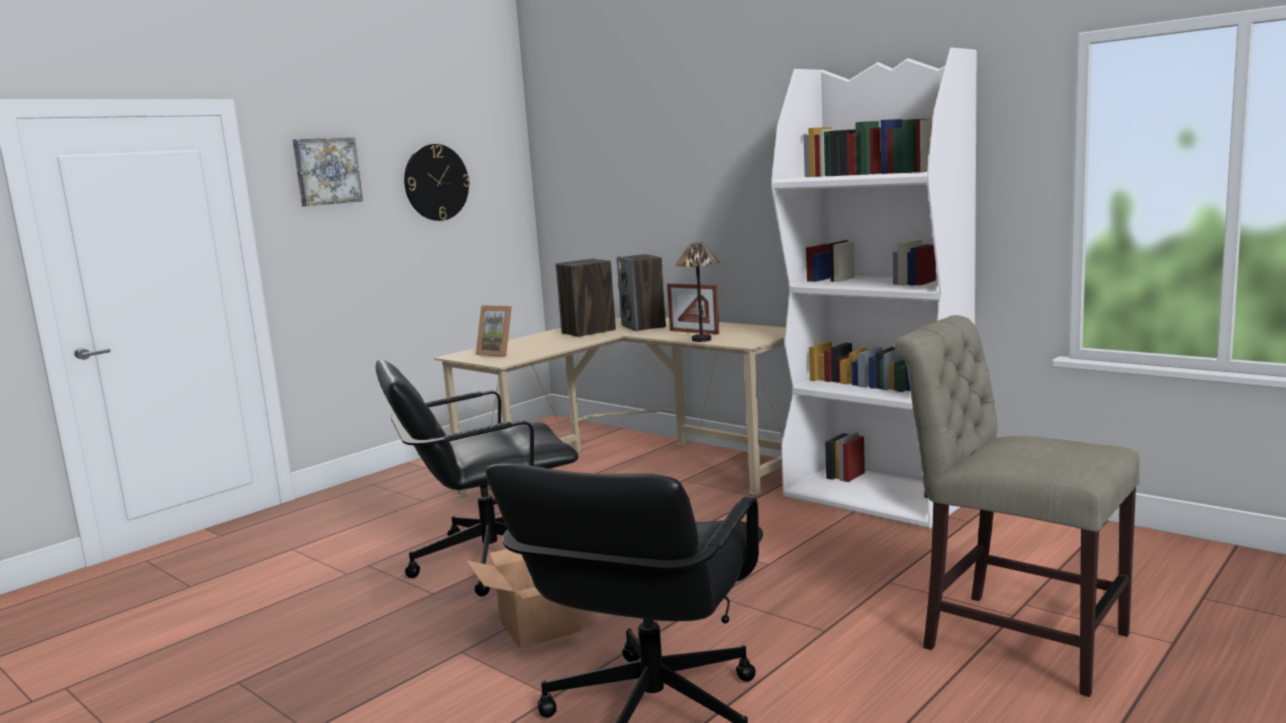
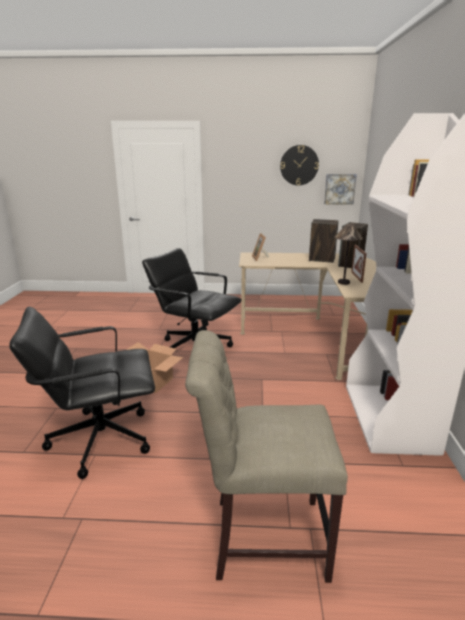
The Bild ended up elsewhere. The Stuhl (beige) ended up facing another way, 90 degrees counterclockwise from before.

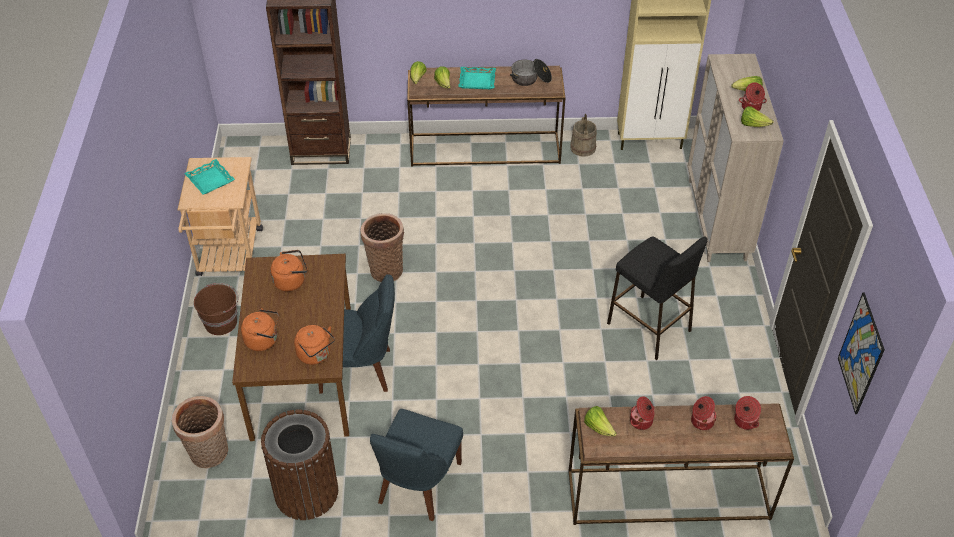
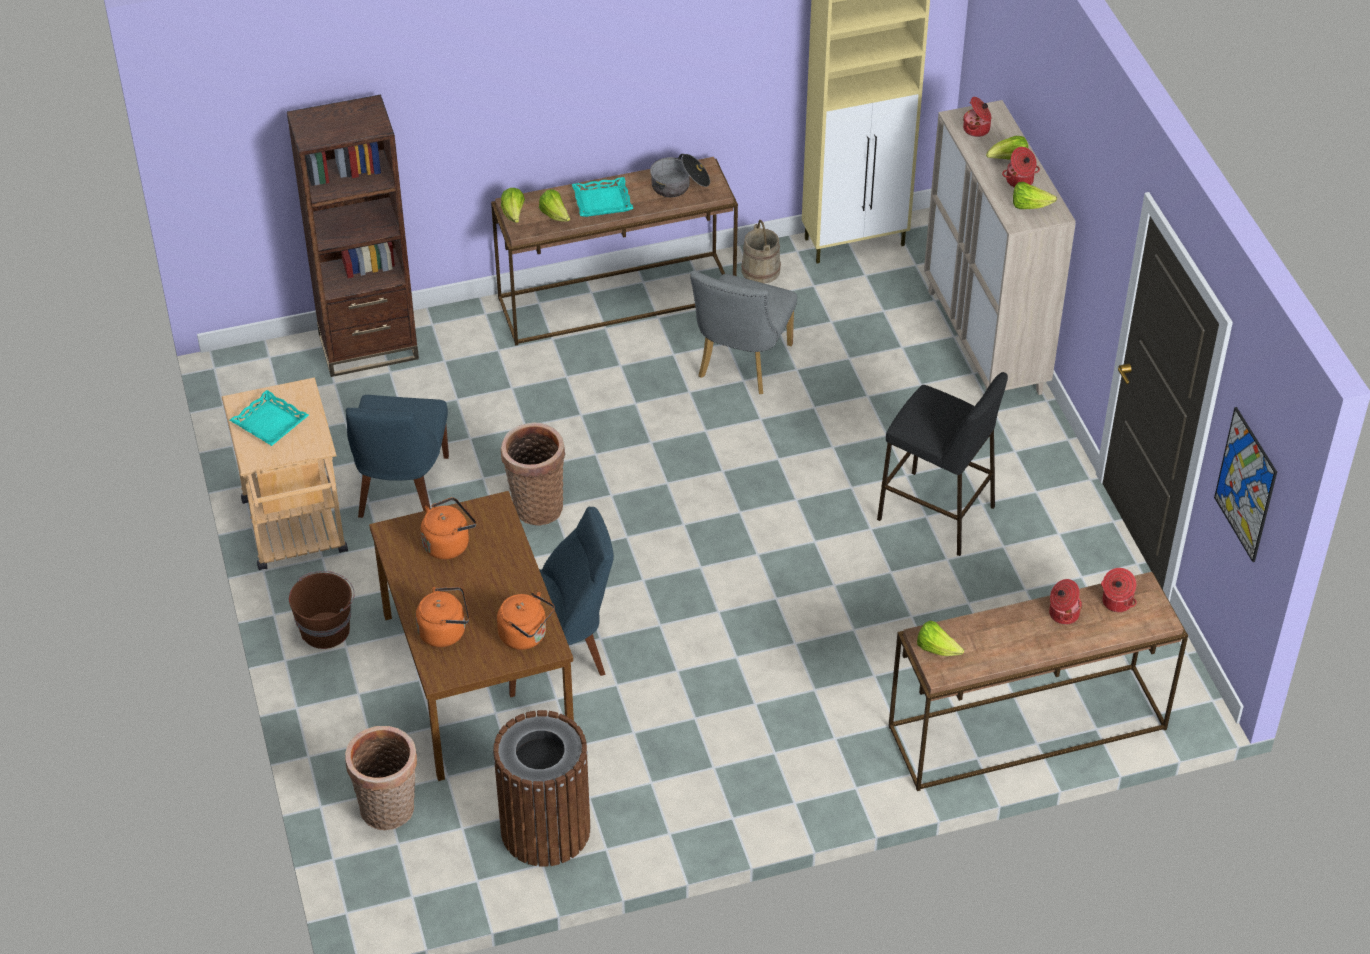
The second view gained the Stuhl (grau). The Stuhl (blau) (no. 2 from left in the first image) ended up elsewhere. The Kochtopf (no. 2 from left) ended up elsewhere.

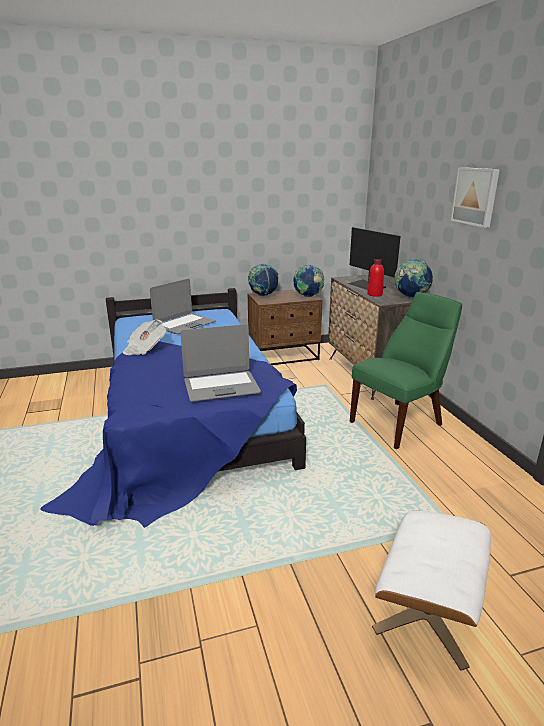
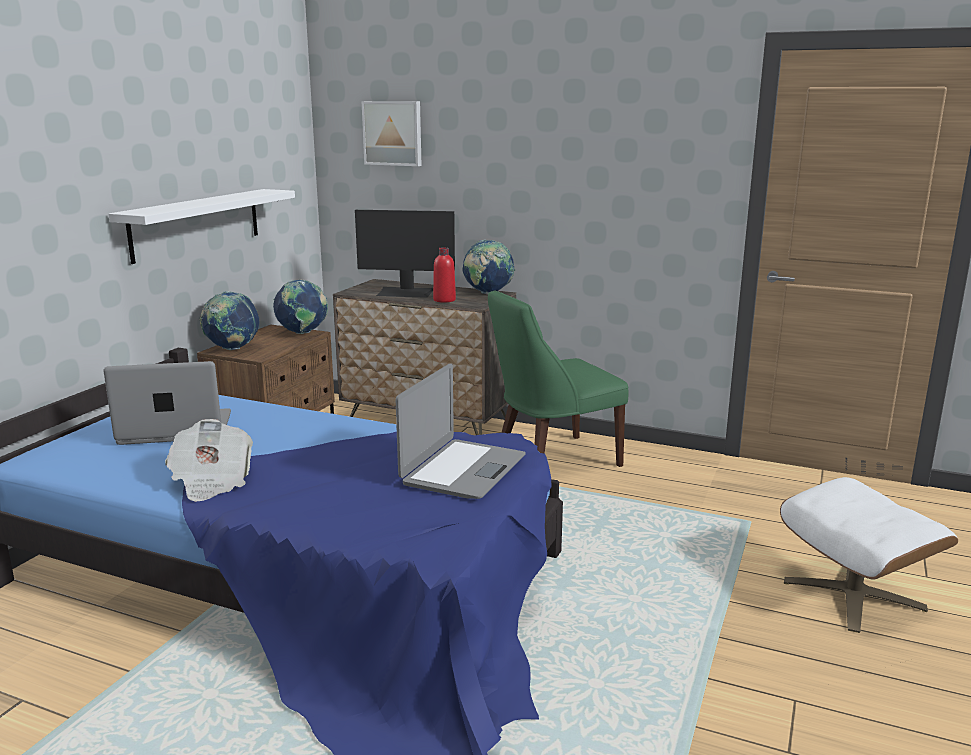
The second view gained the Wandregal (weiß). The Bild ended up elsewhere. The Laptop (no. 1 from left) ended up facing another way, 90 degrees counterclockwise from before. The Stuhl (grün) ended up facing another way, 120 degrees counterclockwise from before.

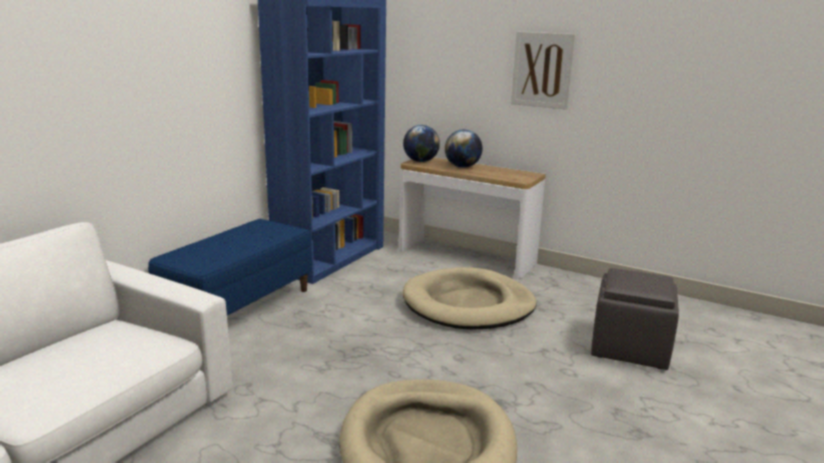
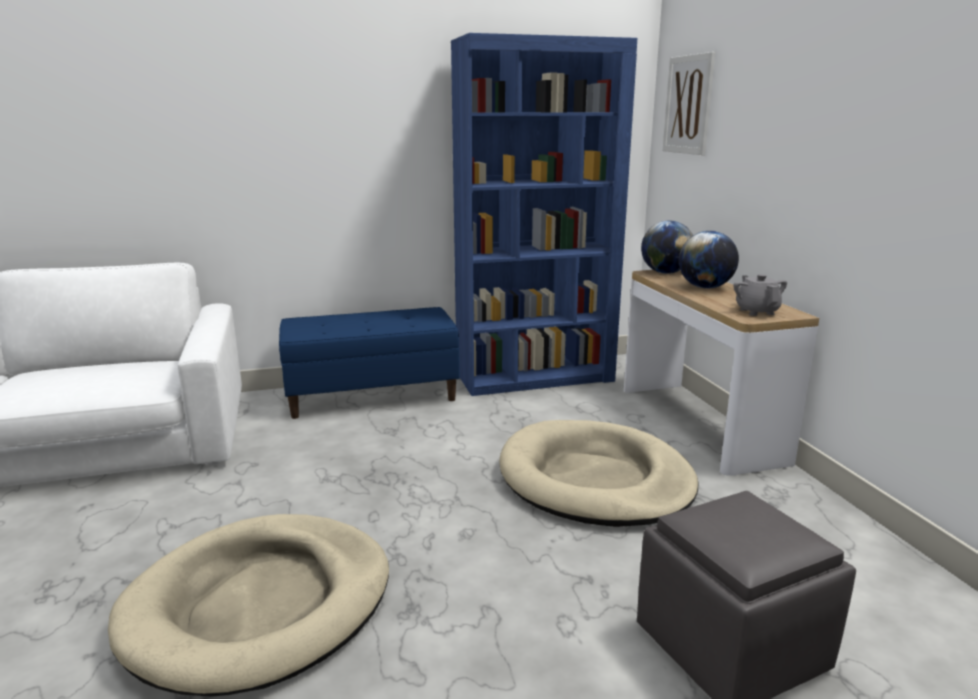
The second view gained the Teekanne (grau). The Bild ended up elsewhere.

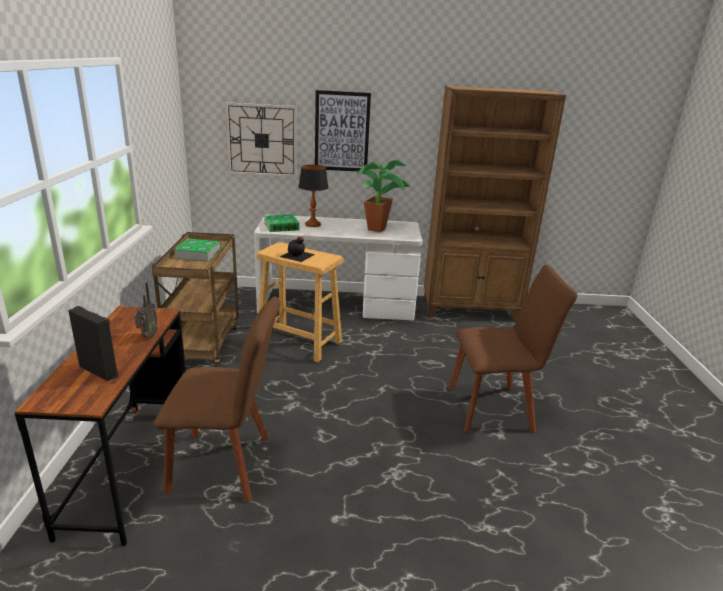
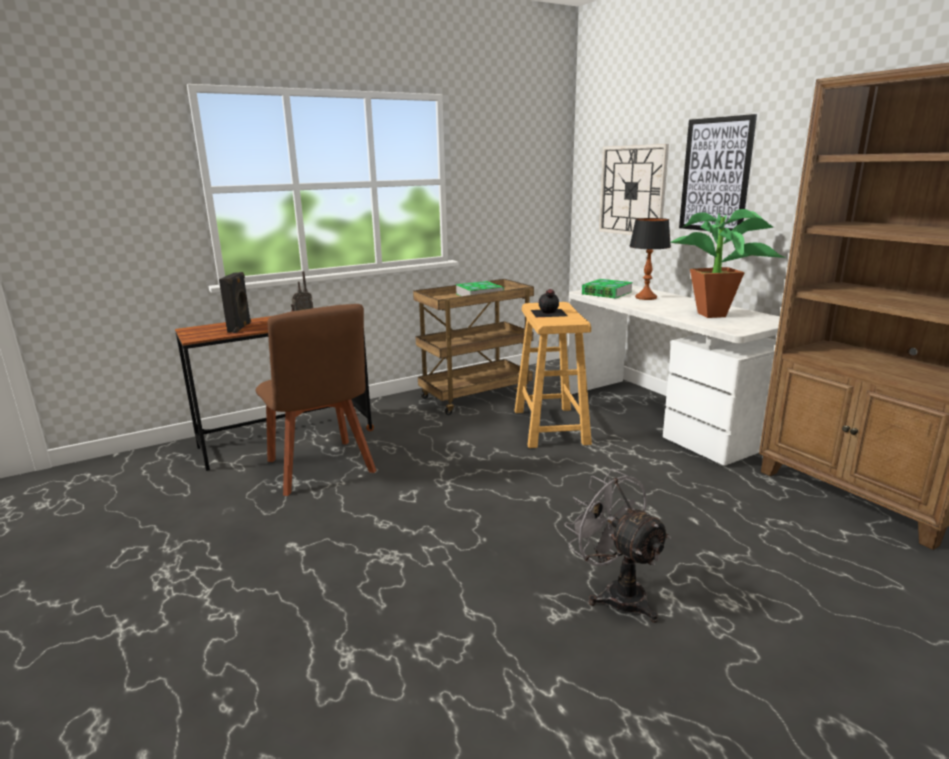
Where the Stuhl (braun) (no. 2 from left) stood, the Ventilator (grau) came to stand.

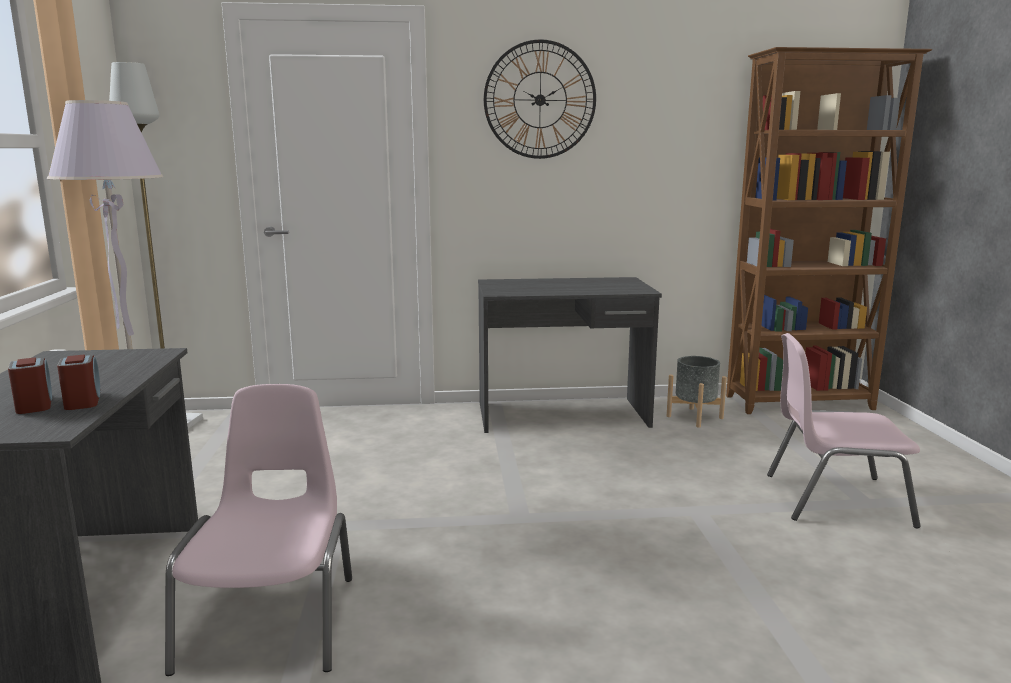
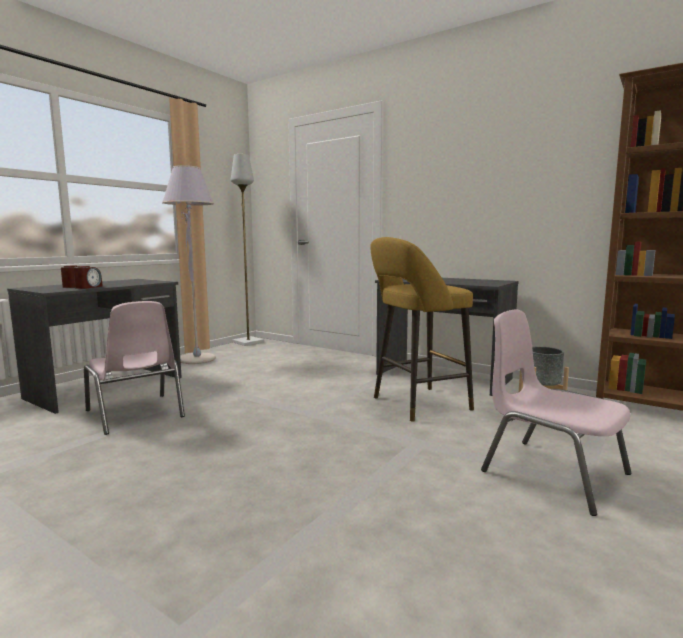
The second view lost the Wanduhr. The second view gained the Hocker (gelb). The Stuhl (rosa) (no. 1 from left) ended up facing another way, 105 degrees clockwise from before.

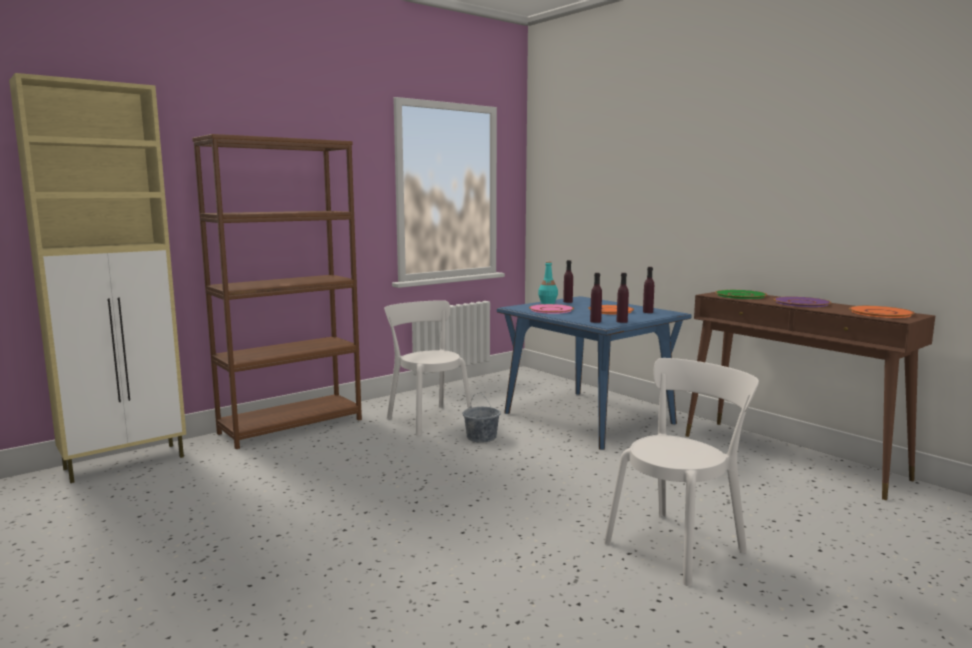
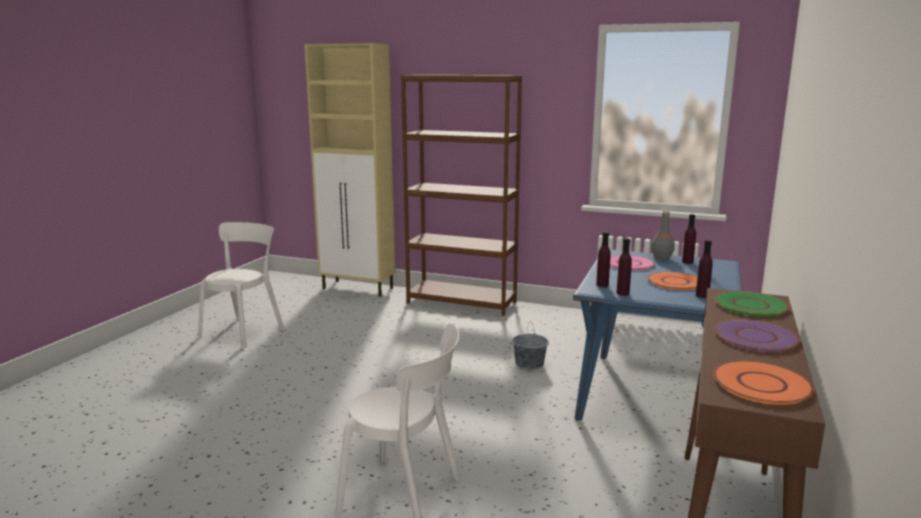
The Stuhl (weiß) (no. 1 from left) ended up elsewhere. What was the Flasche (türkis) turned into the Flasche (grau).

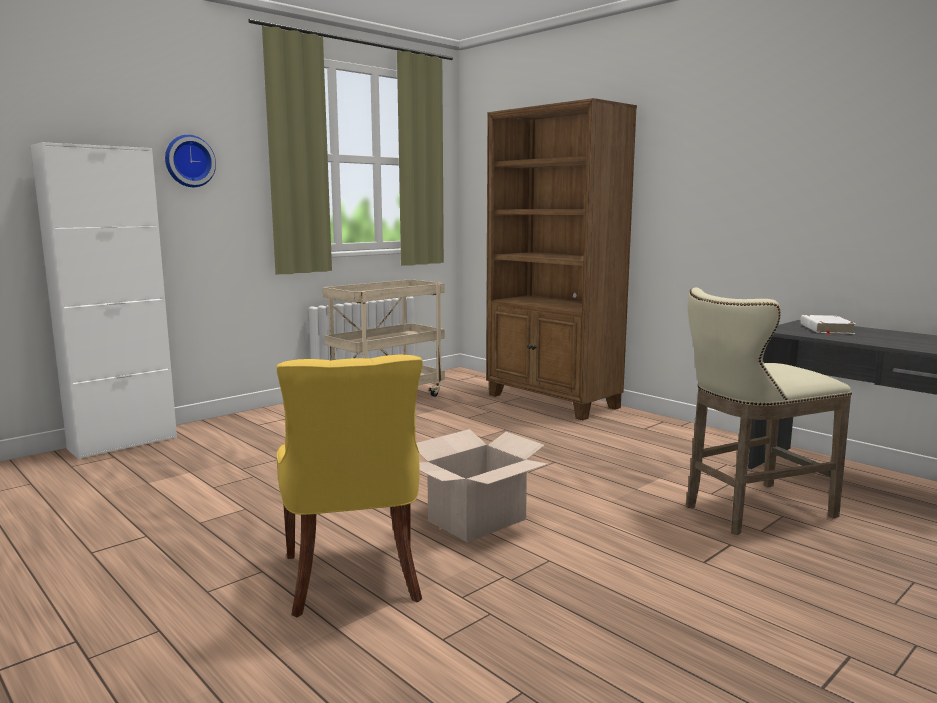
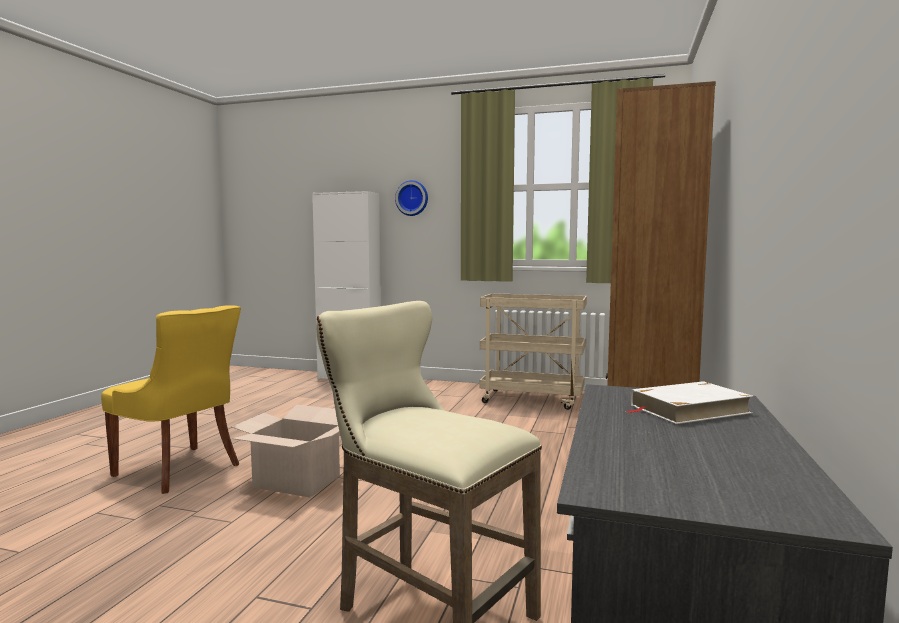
The Stuhl (gelb) ended up facing another way, 105 degrees counterclockwise from before.

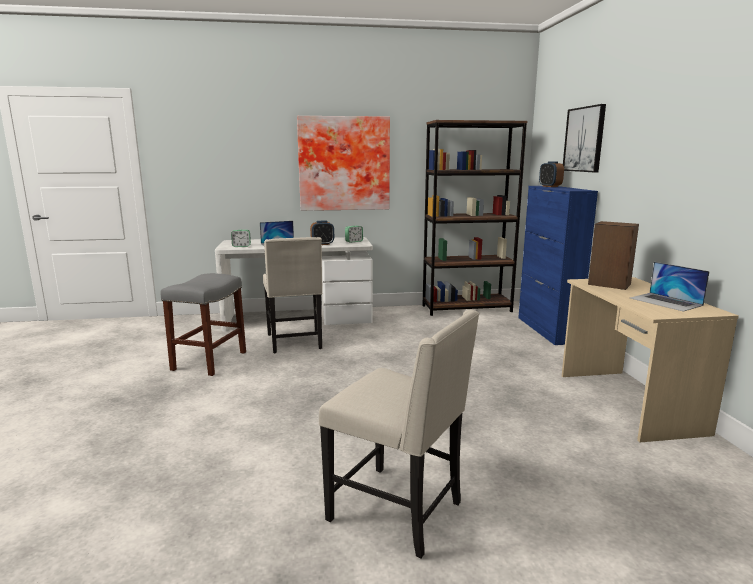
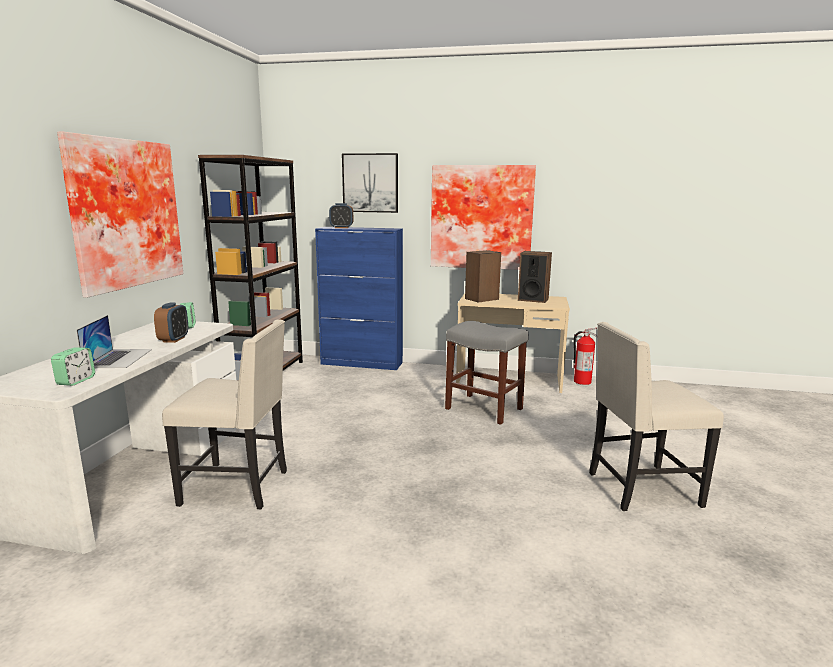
The second view gained the Bild (no. 3 from left). The second view gained the Feuerlöscher. The Hocker (grau) ended up elsewhere. Where the Laptop (no. 2 from left) stood, the Lautsprecher (no. 2 from left) came to stand. The Stuhl (beige) (no. 2 from left) ended up facing another way, 150 degrees counterclockwise from before.

